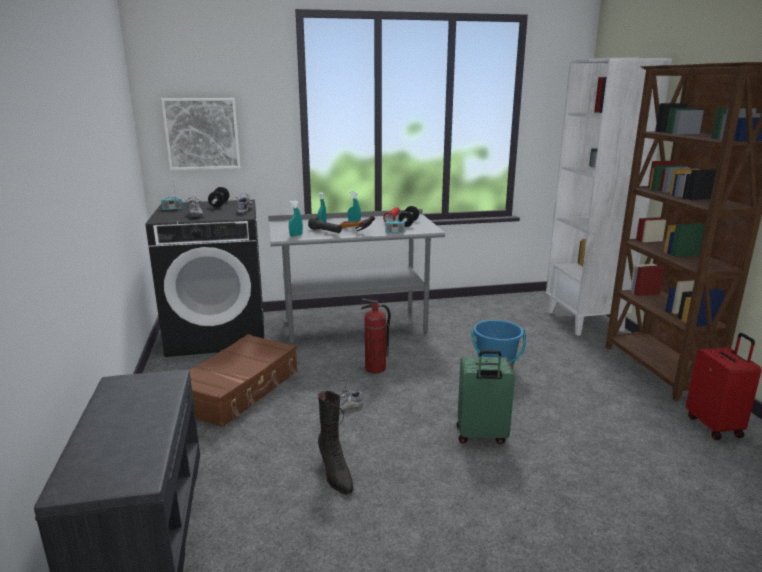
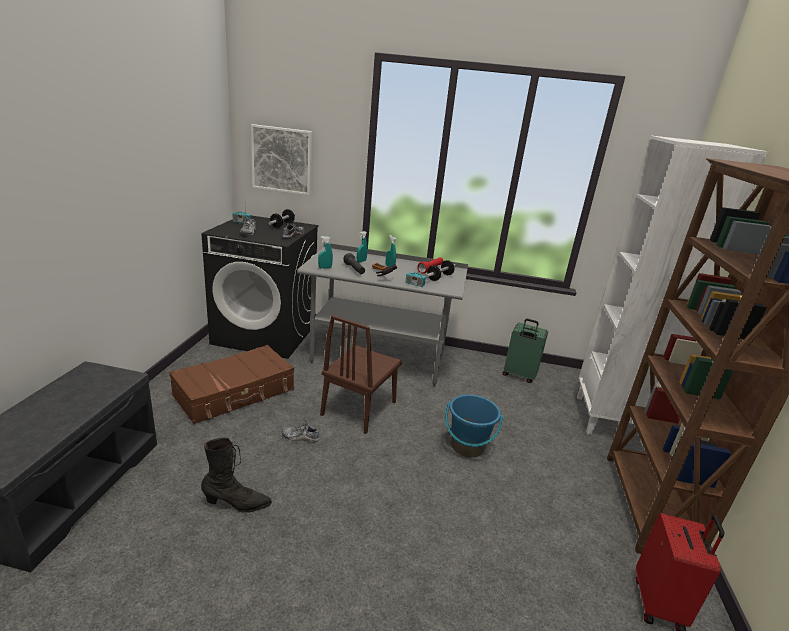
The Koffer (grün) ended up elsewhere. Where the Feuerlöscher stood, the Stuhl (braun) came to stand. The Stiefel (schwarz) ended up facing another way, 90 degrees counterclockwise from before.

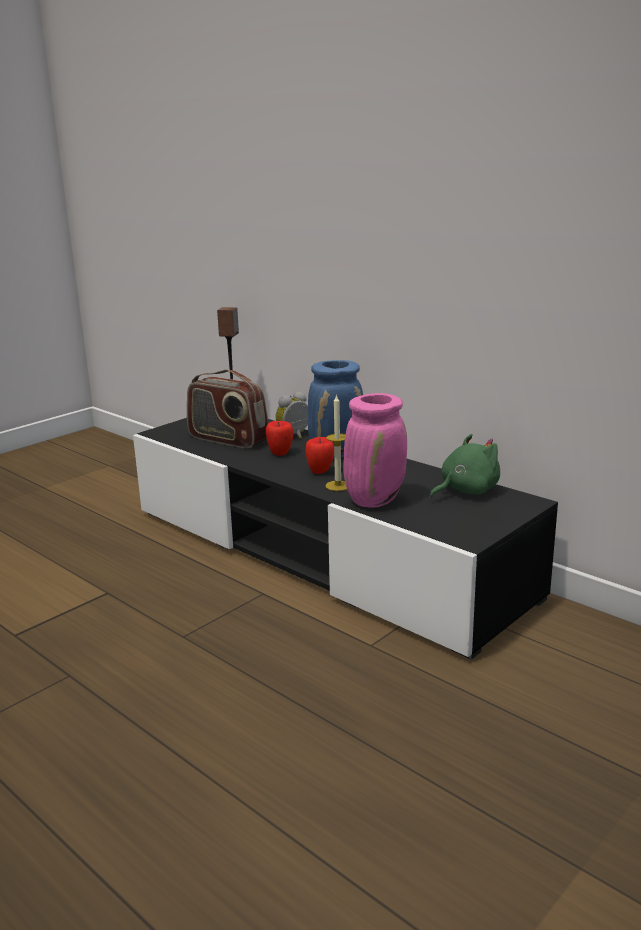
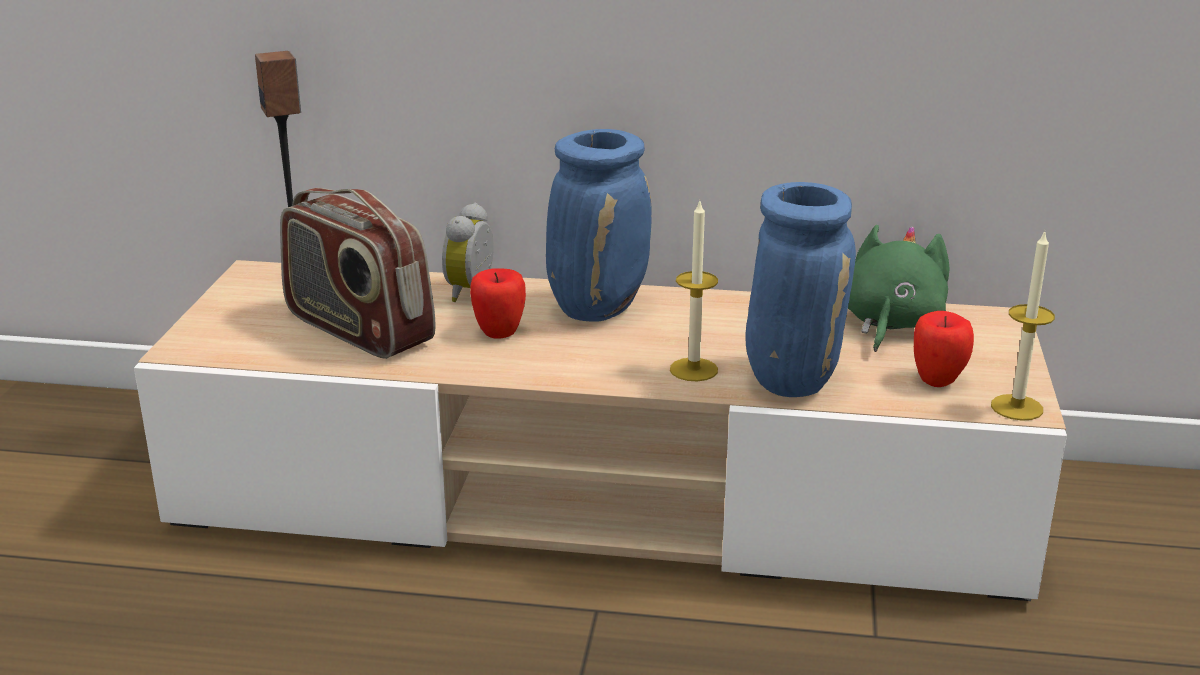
The second view gained the Kerze (no. 2 from left). The Apfel (no. 2 from left) ended up elsewhere. What was the Fernsehschrank (schwarz) turned into the Fernsehschrank (beige). What was the Vase (rosa) turned into the Vase (blau) (no. 2 from left). The Radio ended up facing another way, 45 degrees clockwise from before.

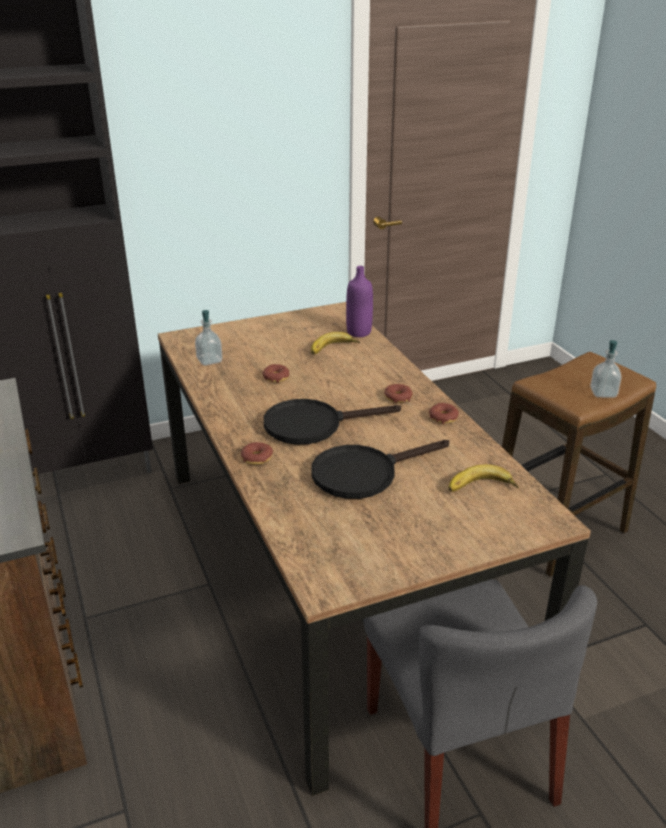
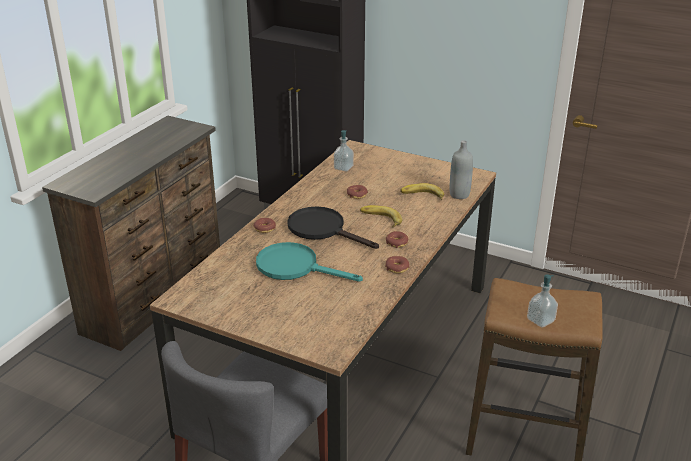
The Banane (no. 2 from left in the first image) ended up elsewhere. What was the Pfanne (schwarz) (no. 2 from left) turned into the Pfanne (türkis). What was the Flasche (lila) turned into the Flasche (grau).

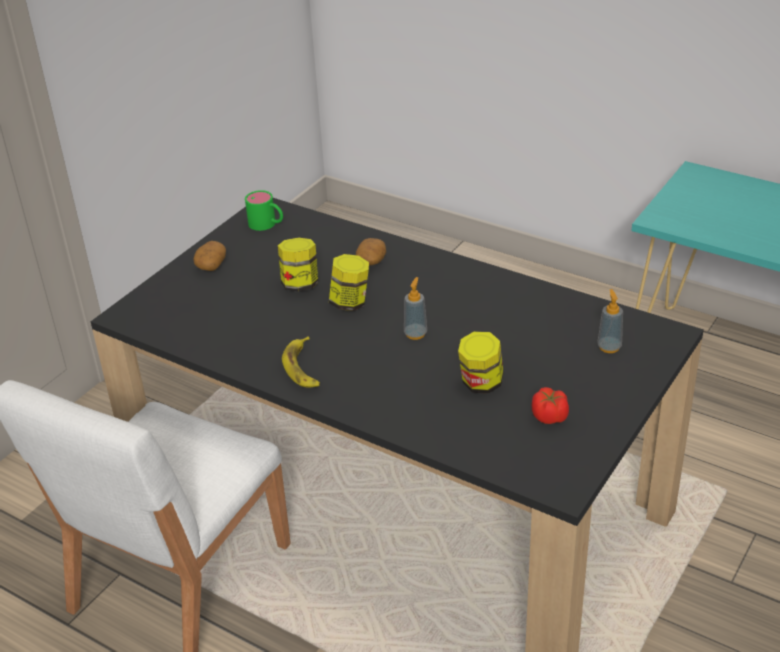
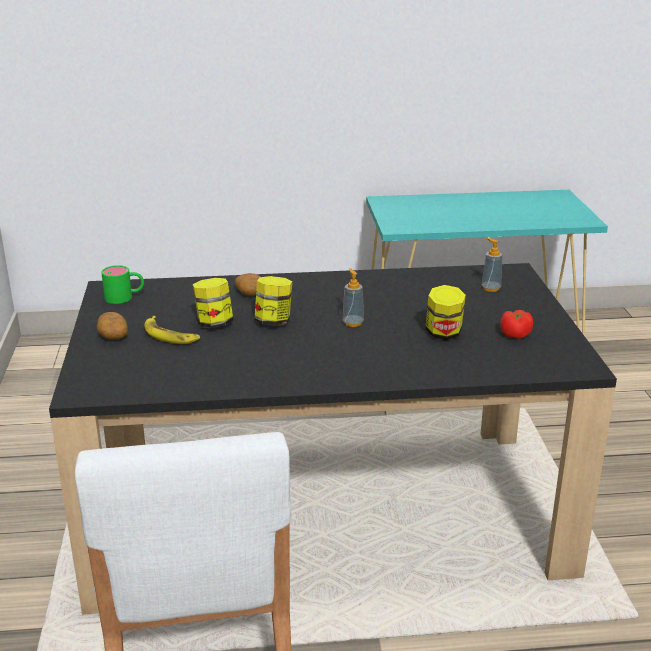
The Banane ended up elsewhere.

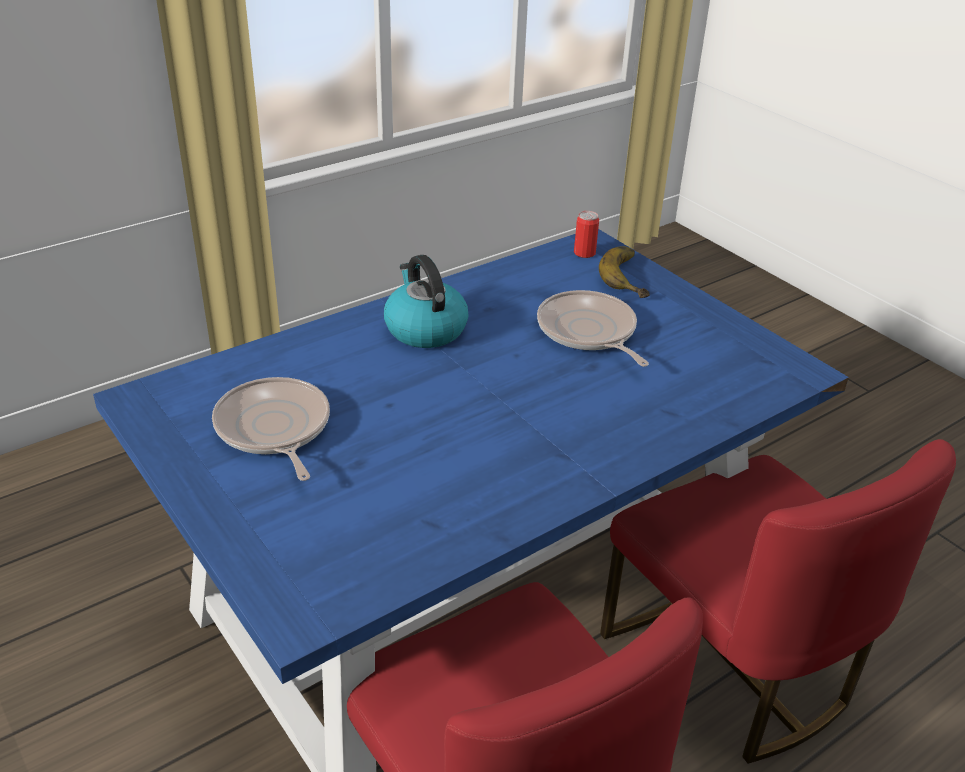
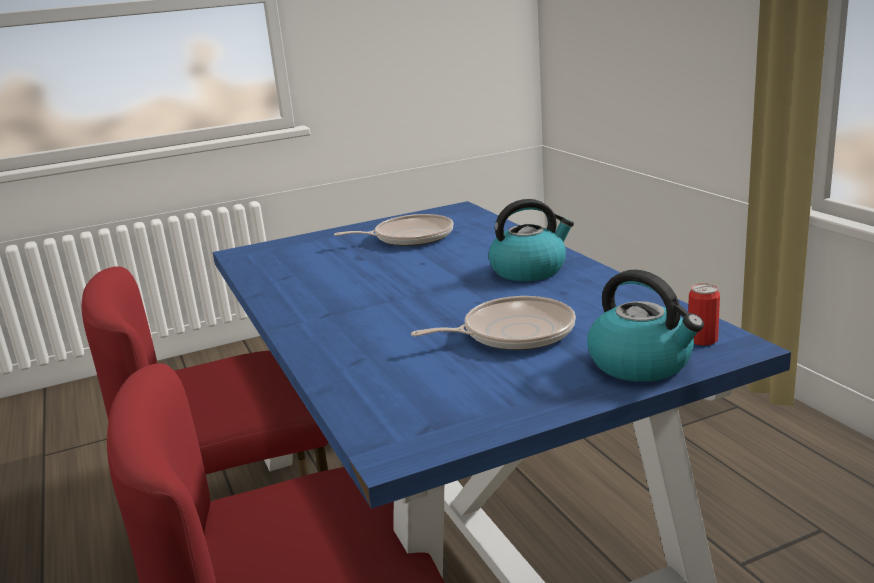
Where the Banane stood, the Wasserkessel (no. 2 from left) came to stand.

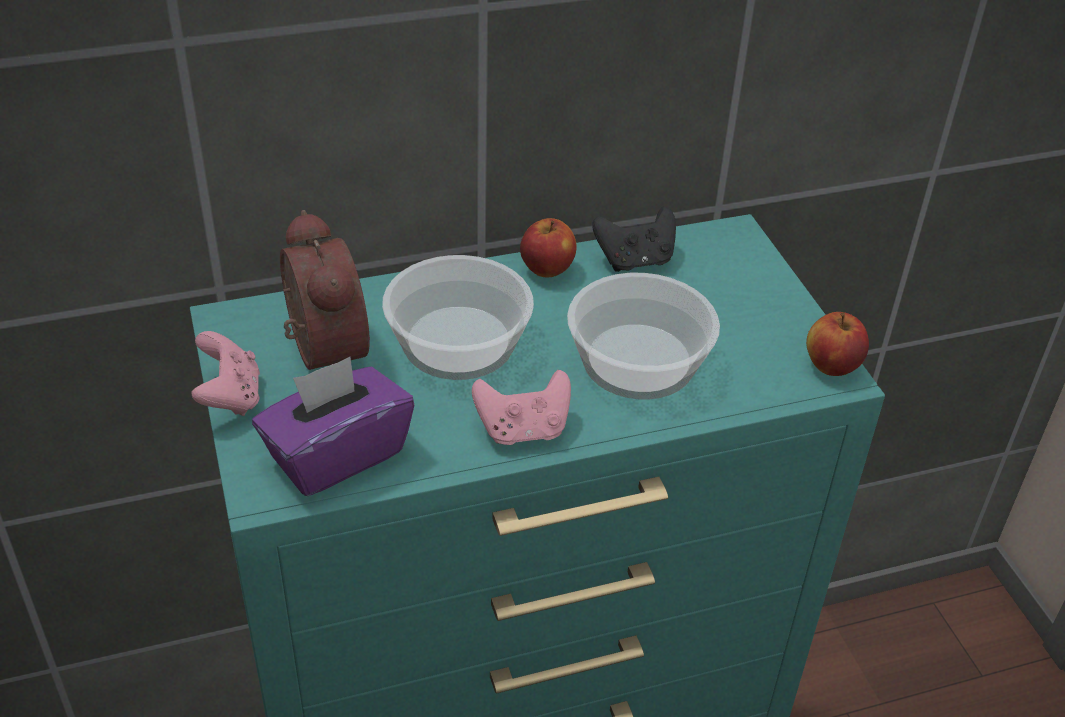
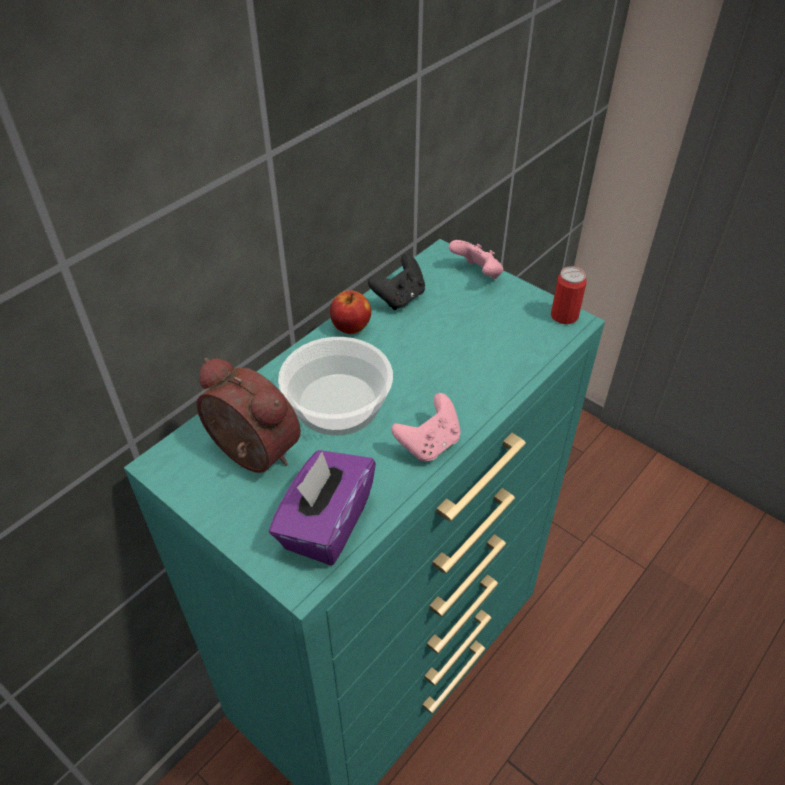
The second view lost the Schüssel (no. 2 from left). The Gamepad (rosa) (no. 1 from left in the first image) ended up elsewhere. Where the Apfel (no. 2 from left) stood, the Dose came to stand.

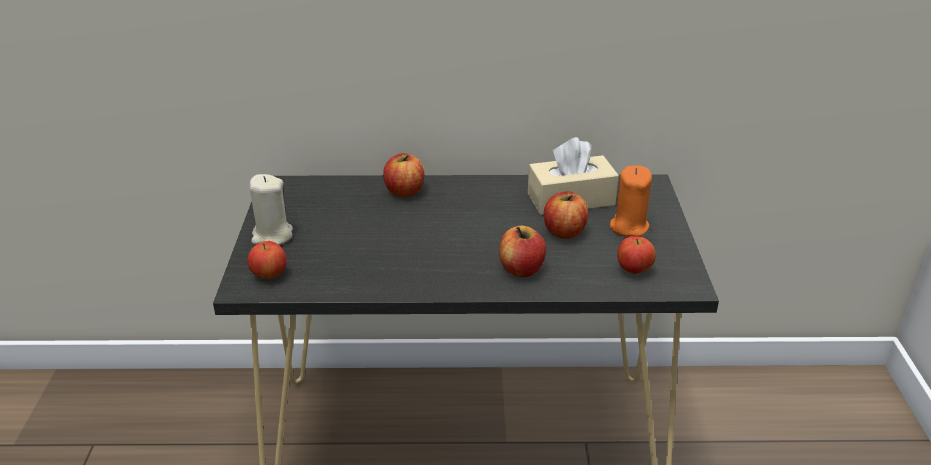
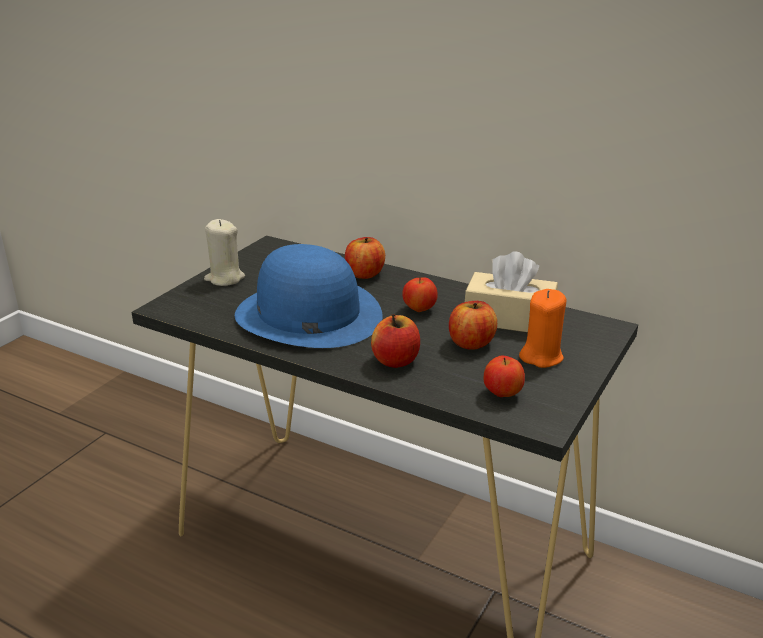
The second view gained the Hut (blau). The Apfel (no. 1 from left in the first image) ended up elsewhere.

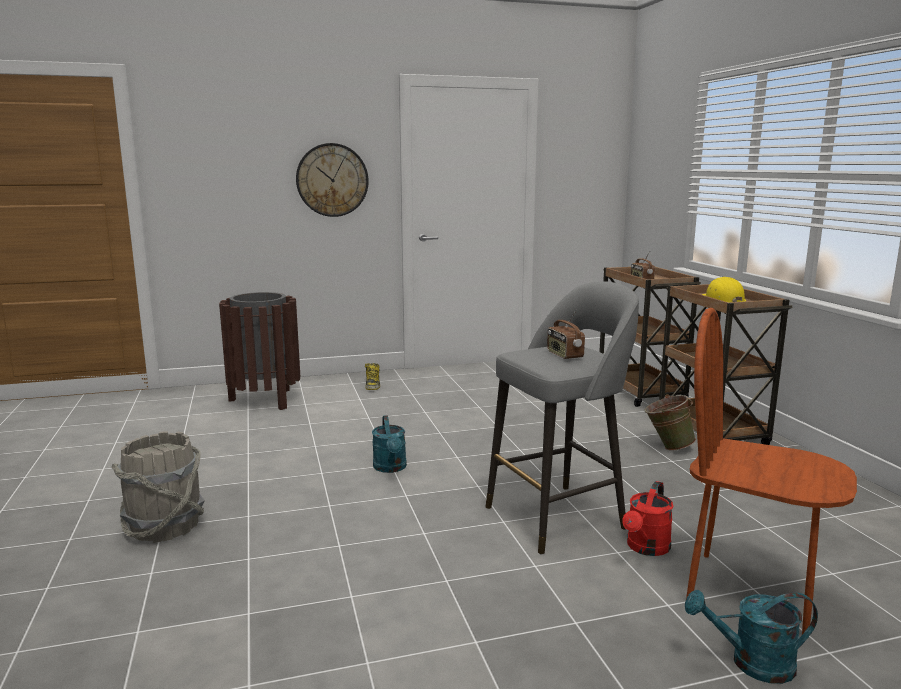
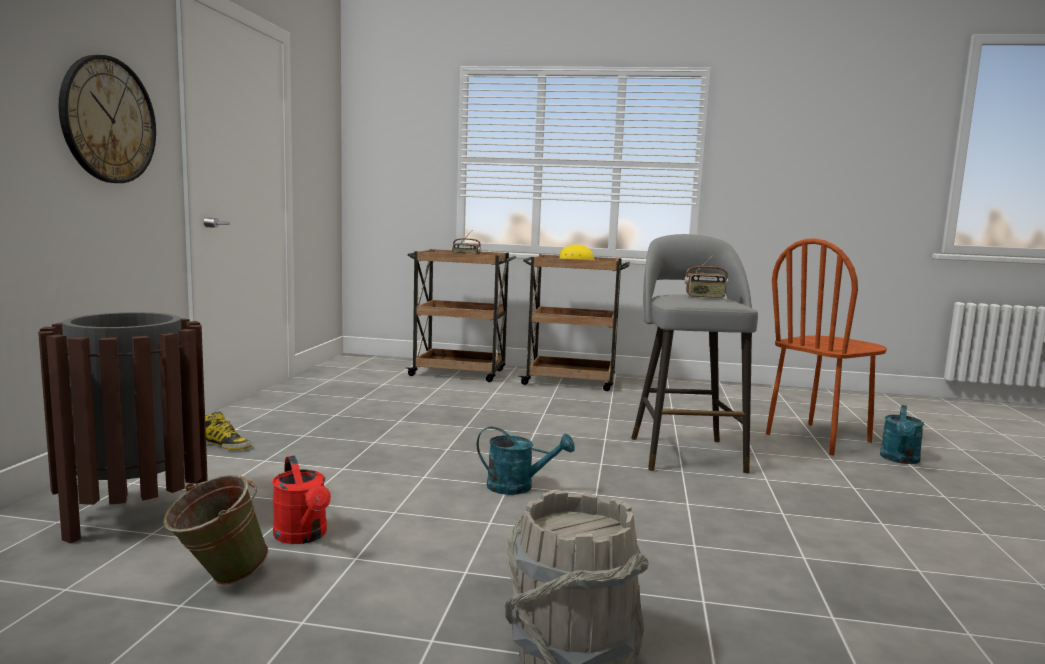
The Gießkanne (rot) ended up elsewhere. The Eimer (grün) ended up elsewhere.

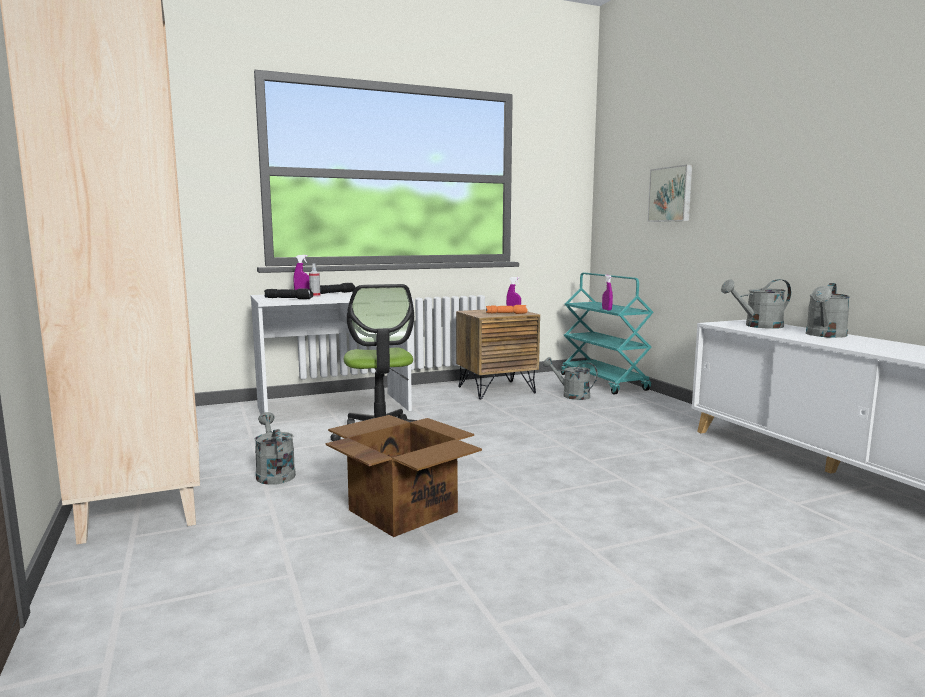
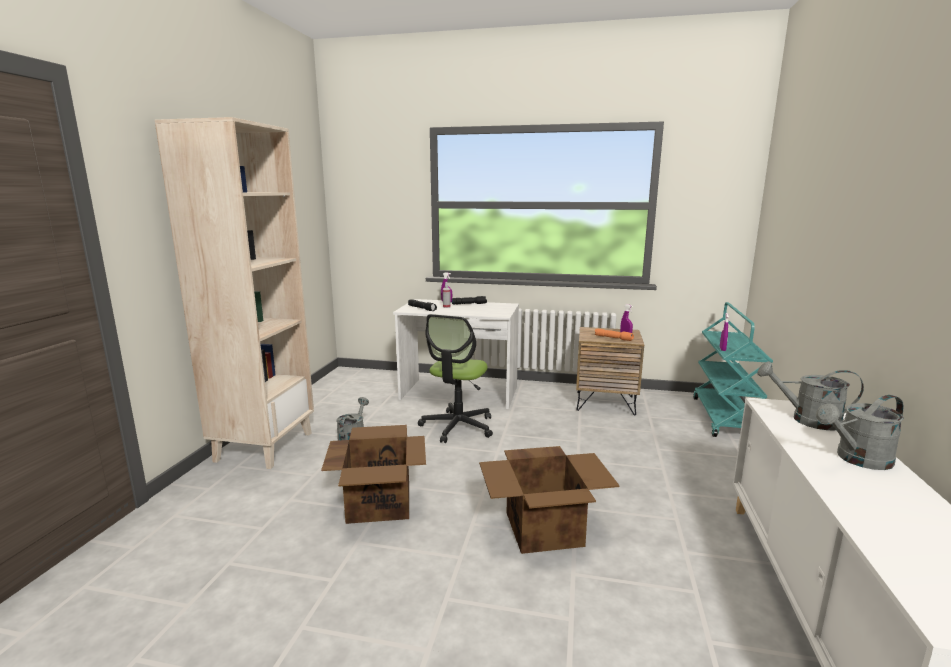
The second view lost the Gießkanne (grau) (no. 2 from left). The second view lost the Bild. The second view gained the Karton (no. 2 from left).

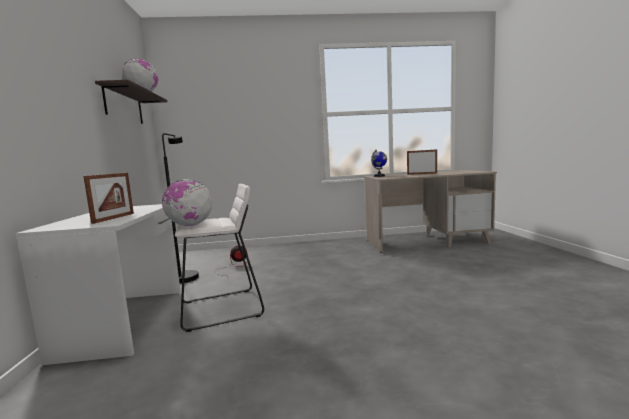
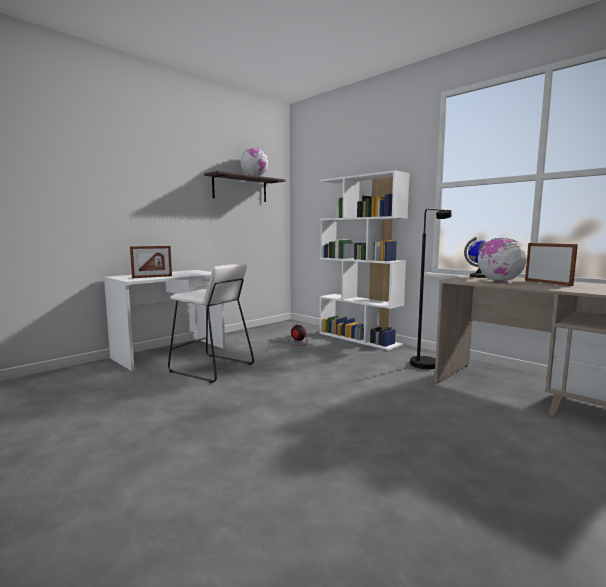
The second view gained the Bücherregal (weiß). The Stehlampe (schwarz) ended up elsewhere. The Globus (no. 2 from left in the first image) ended up elsewhere.

